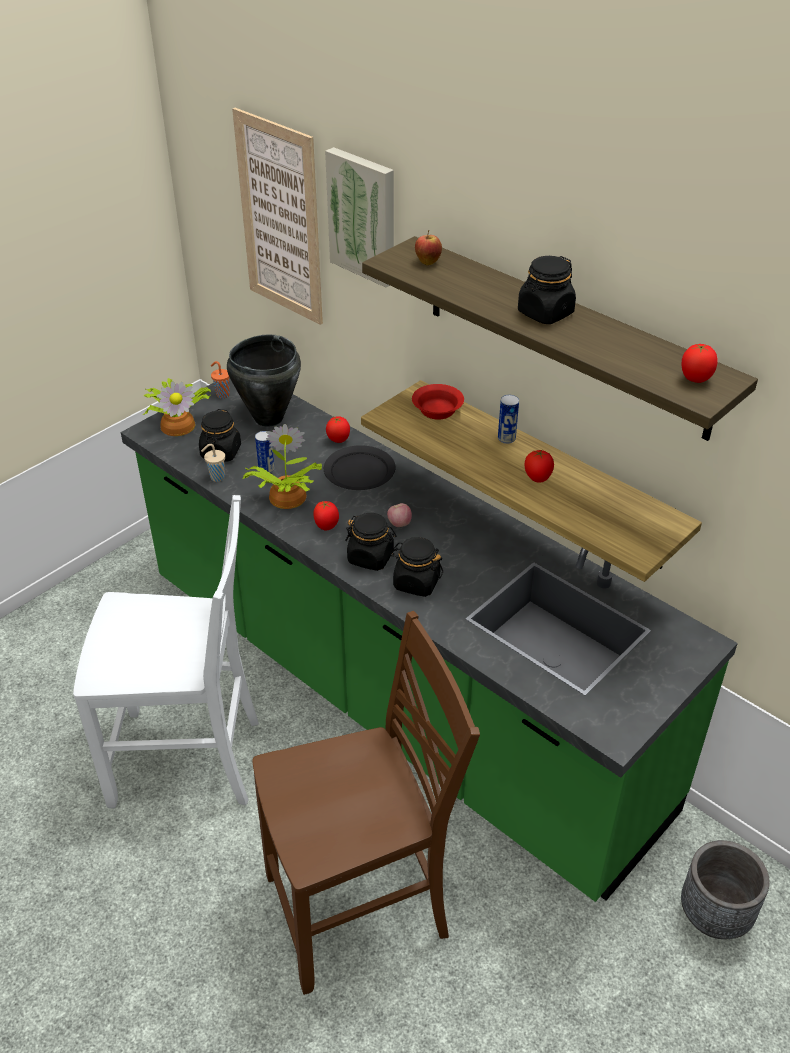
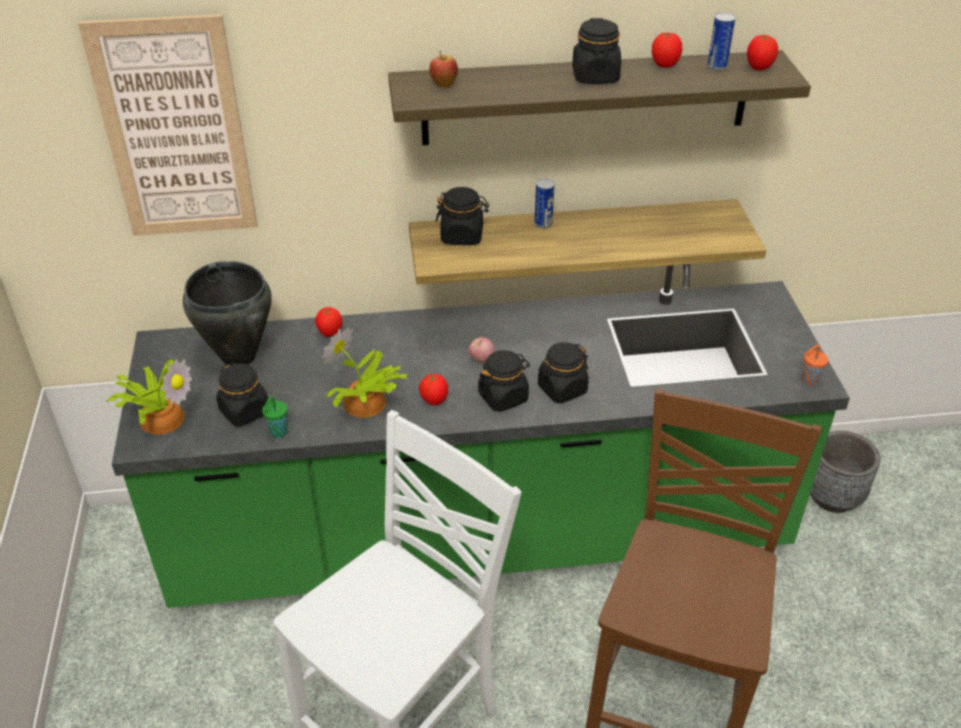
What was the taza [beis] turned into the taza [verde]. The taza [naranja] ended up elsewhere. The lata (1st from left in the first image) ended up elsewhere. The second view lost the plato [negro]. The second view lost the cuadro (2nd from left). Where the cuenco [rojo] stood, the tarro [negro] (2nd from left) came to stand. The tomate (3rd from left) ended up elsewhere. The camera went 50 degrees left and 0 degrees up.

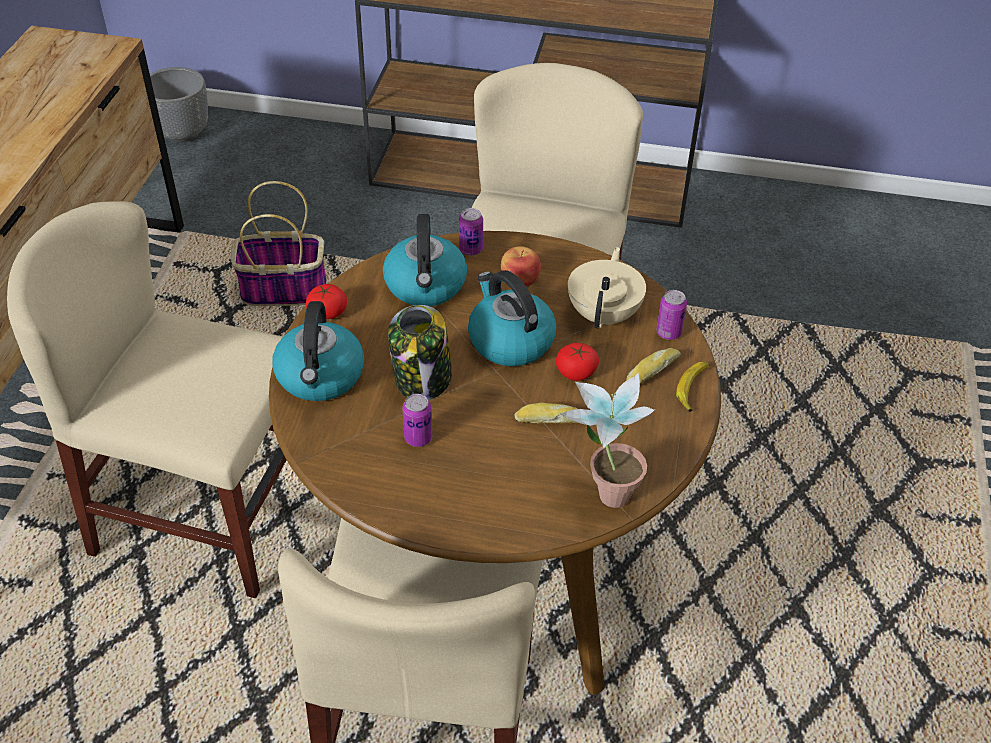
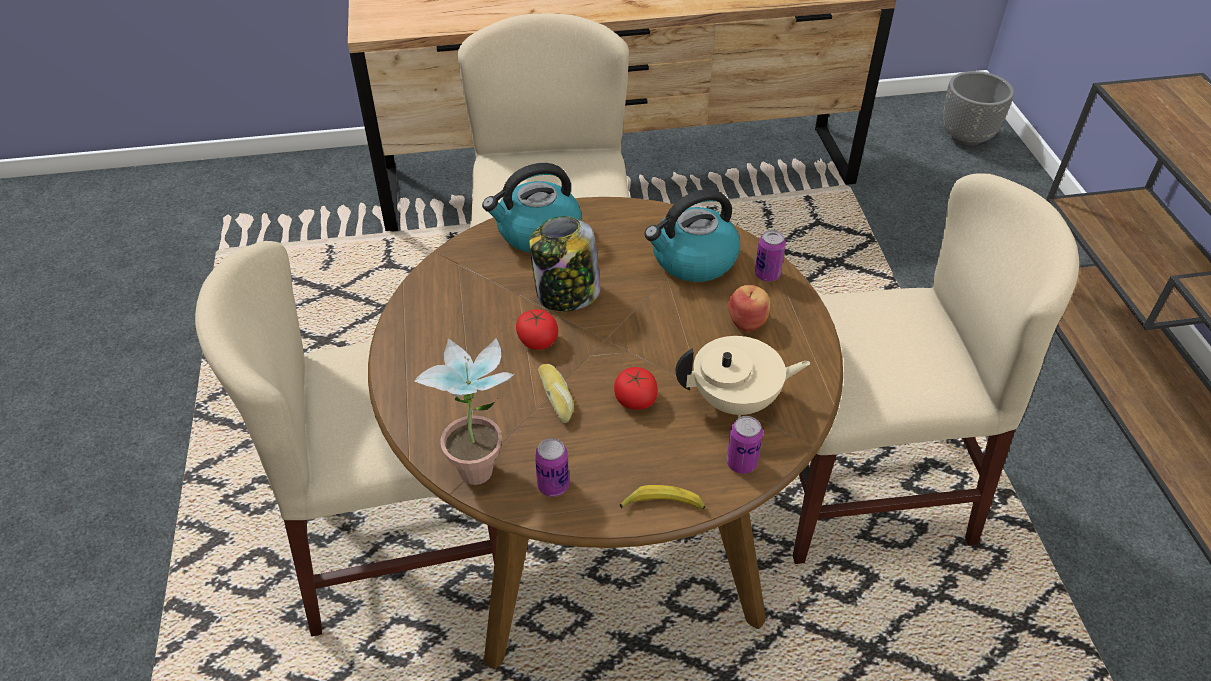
The second view lost the cesta. The tomate (1st from left) ended up elsewhere. The lata (1st from left) ended up elsewhere. The second view lost the hervidor (3rd from left). The second view lost the pan (2nd from left). The camera went 70 degrees right and 0 degrees up.

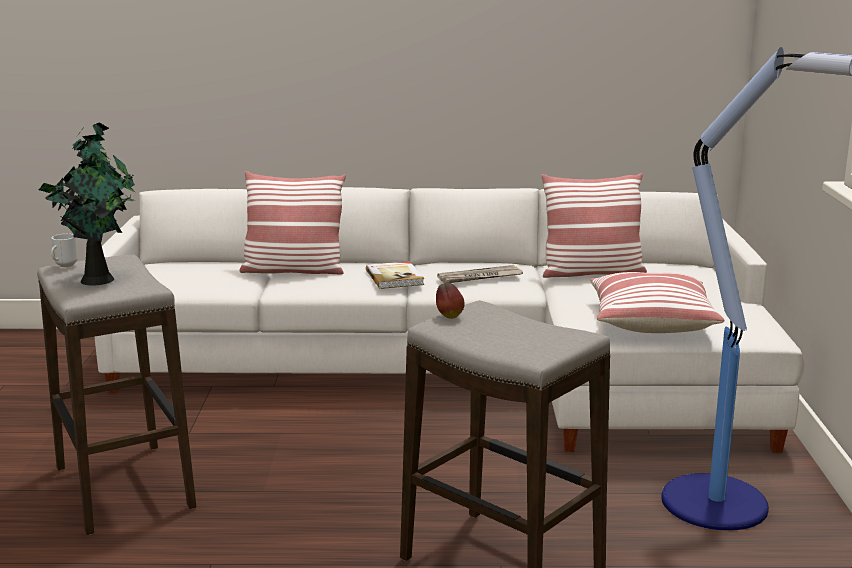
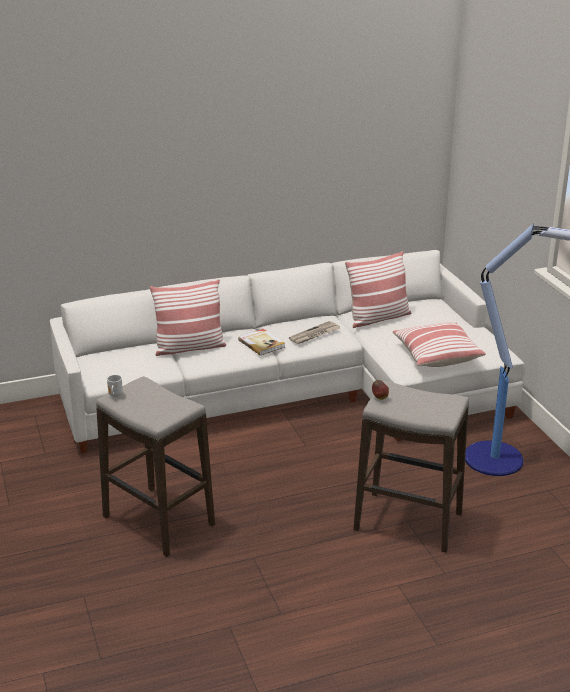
The second view lost the planta en maceta. The camera went 20 degrees left and 10 degrees up.

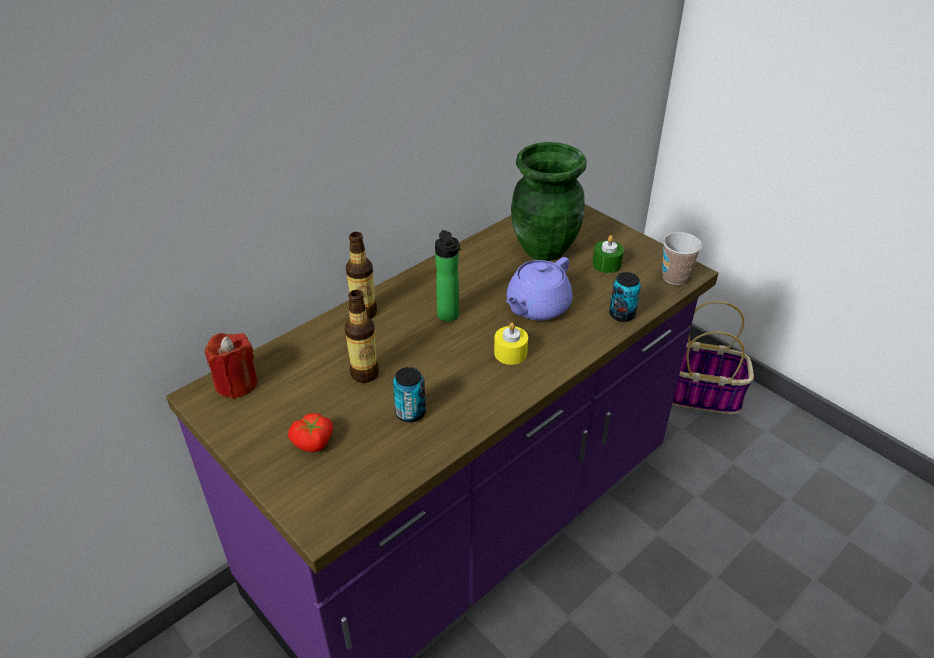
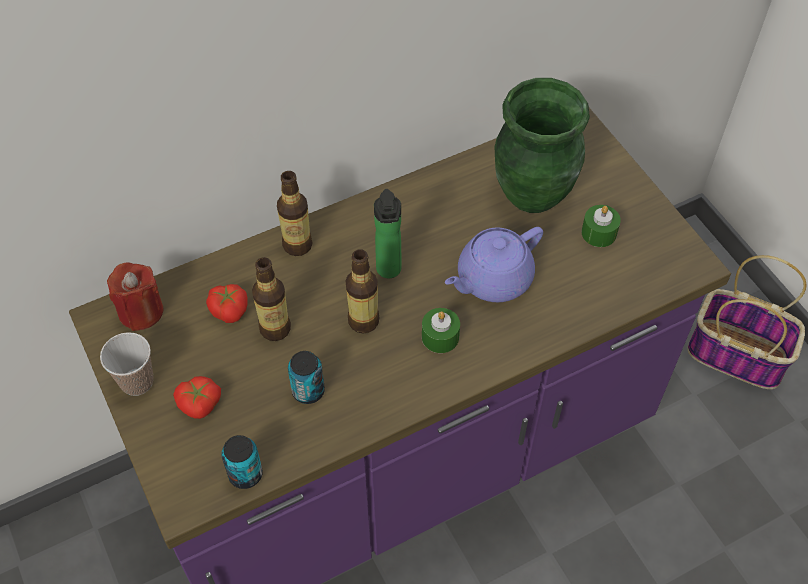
What was the vela [amarillo] turned into the vela [verde] (1st from left). The lata (2nd from left in the first image) ended up elsewhere. The taza ended up elsewhere. The second view gained the tomate (2nd from left). The second view gained the botella (3rd from left). The camera went 15 degrees right and 15 degrees up.

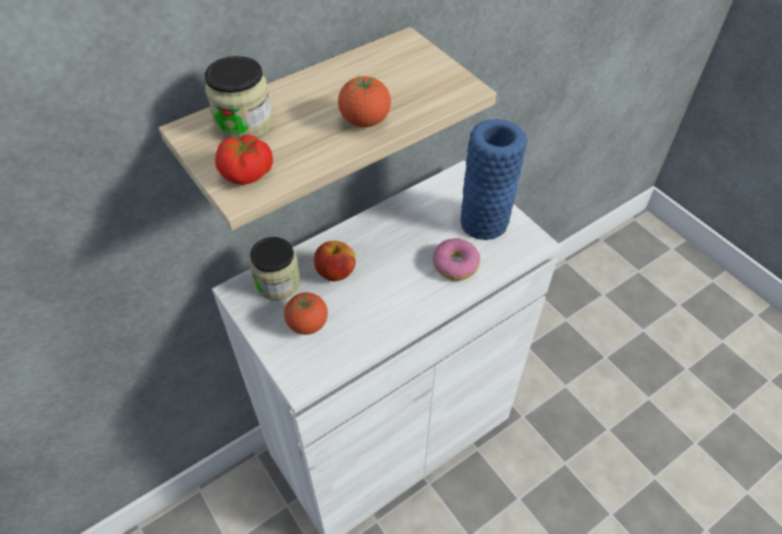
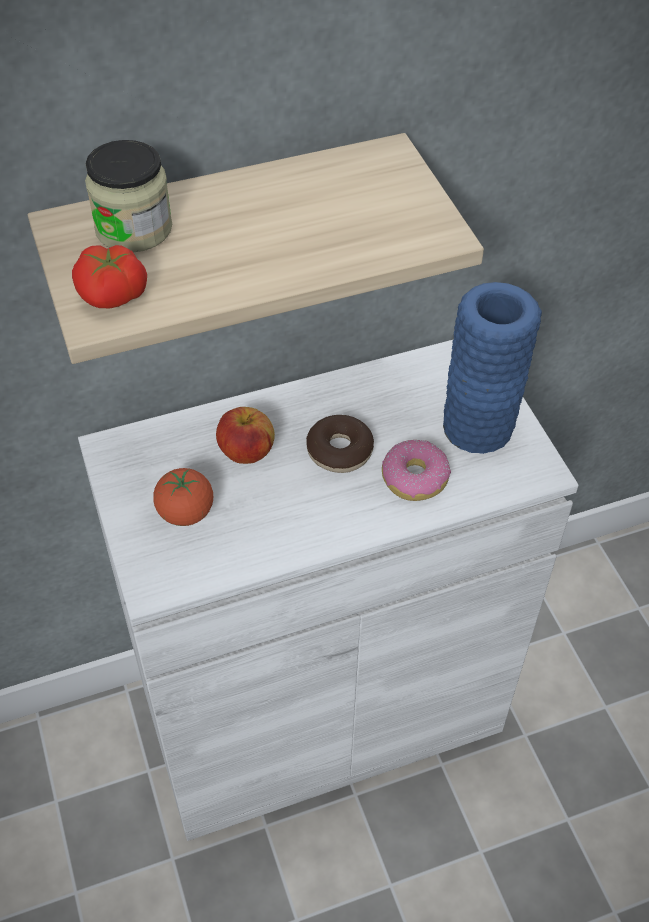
The second view lost the tarro (2nd from left). The second view lost the tomate (3rd from left). The second view gained the rosquilla (1st from left). The camera went 15 degrees right and 0 degrees up.

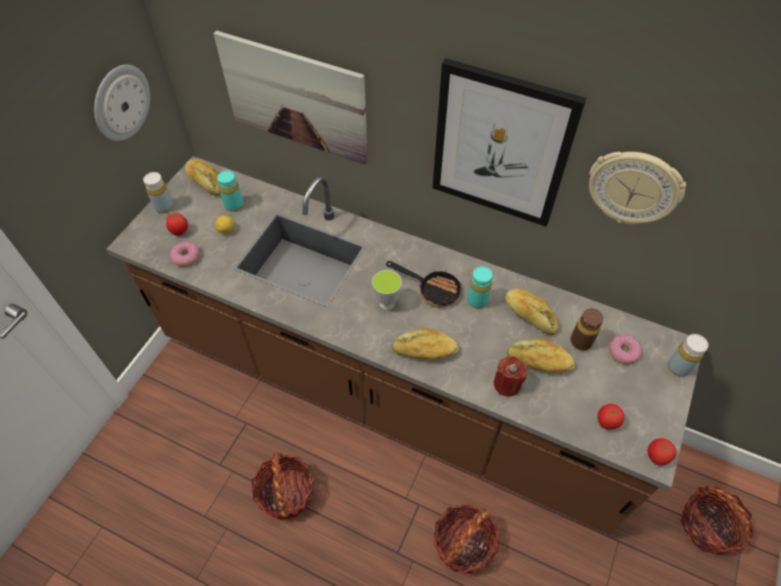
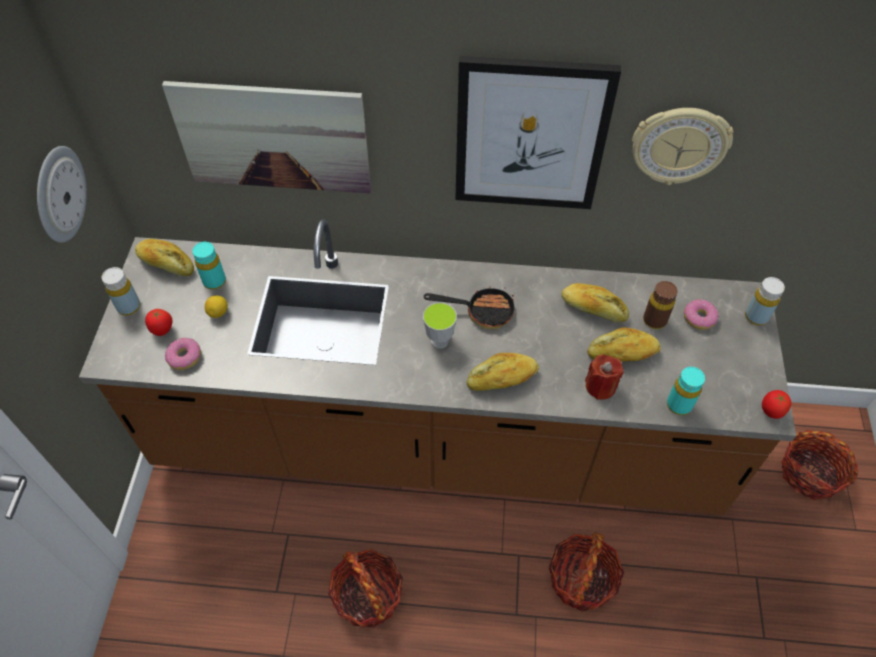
The botella [turquesa] (2nd from left) ended up elsewhere. The second view lost the tomate (2nd from left). The camera went 20 degrees left and 0 degrees up.

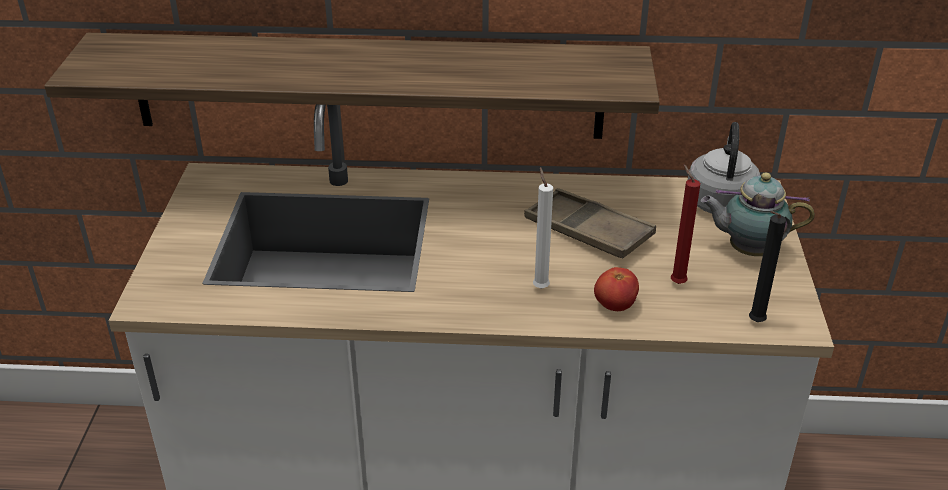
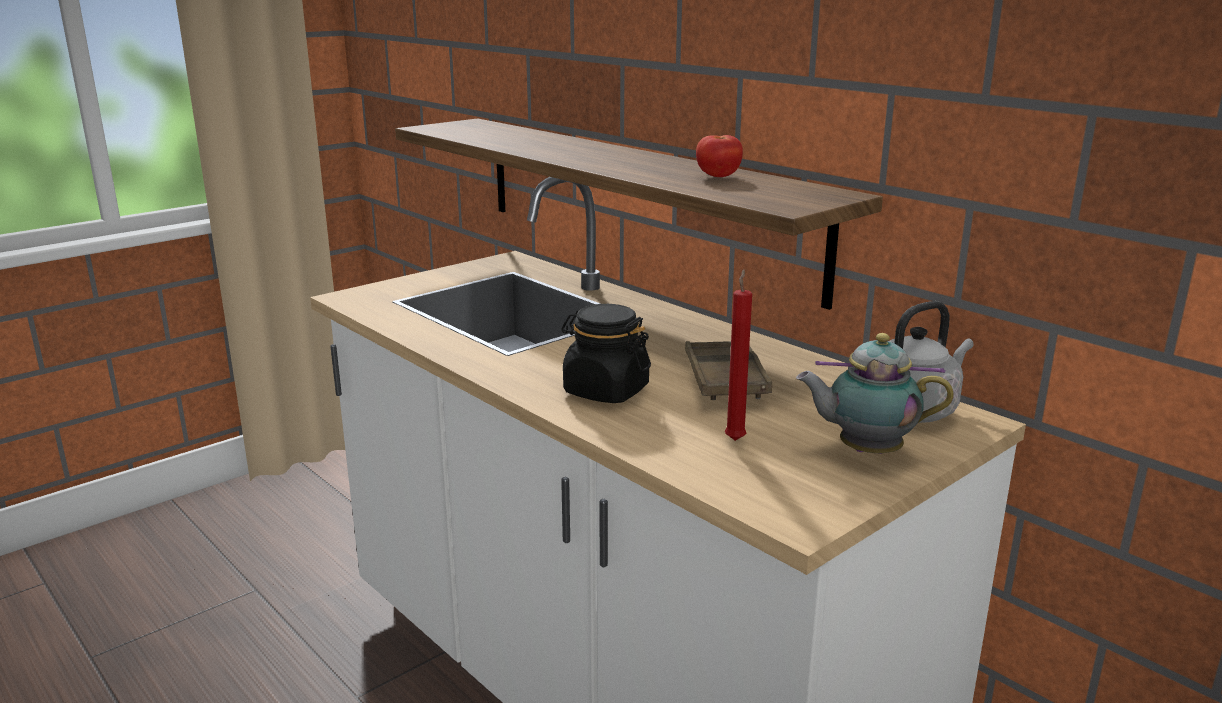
Where the vela [blanco] stood, the tarro [negro] came to stand. The tomate ended up elsewhere. The tetera ended up facing another way, 45 degrees counterclockwise from before. The second view lost the vela [negro]. The camera went 45 degrees right and 15 degrees down.

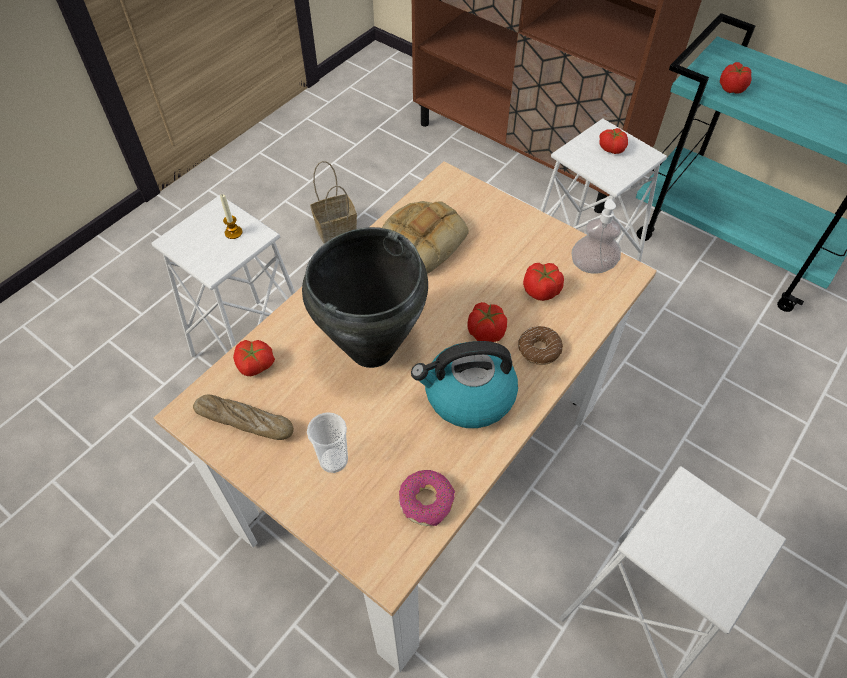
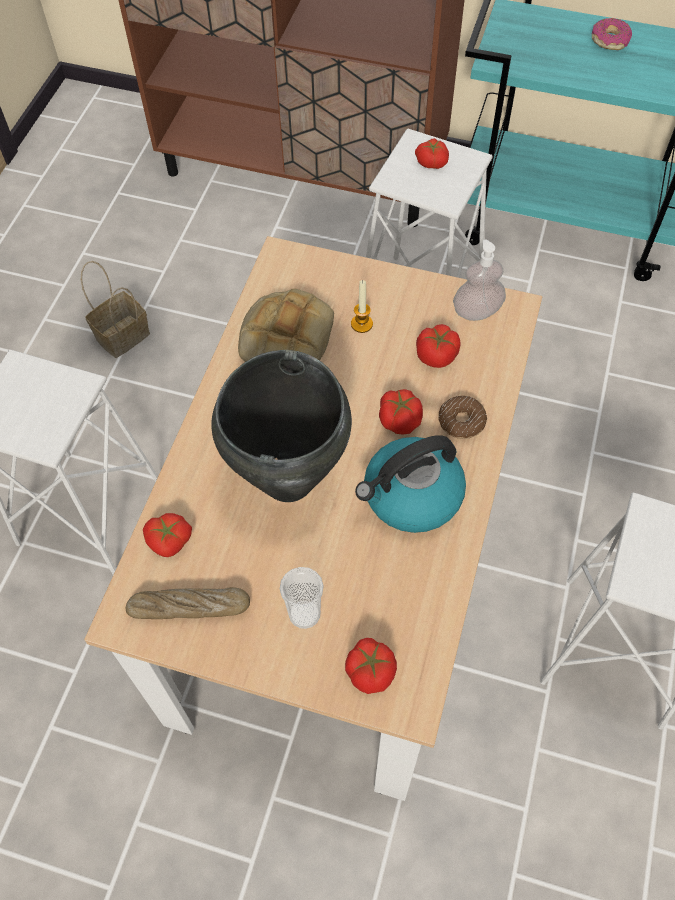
The vela ended up elsewhere. The rosquilla (1st from left in the first image) ended up elsewhere. The tomate (5th from left in the first image) ended up elsewhere. The camera went 20 degrees left and 5 degrees up.

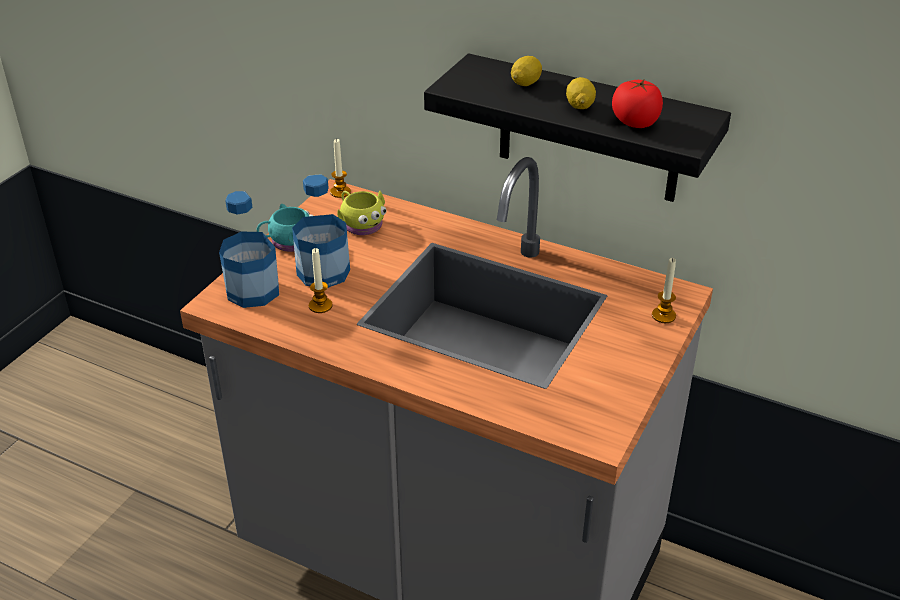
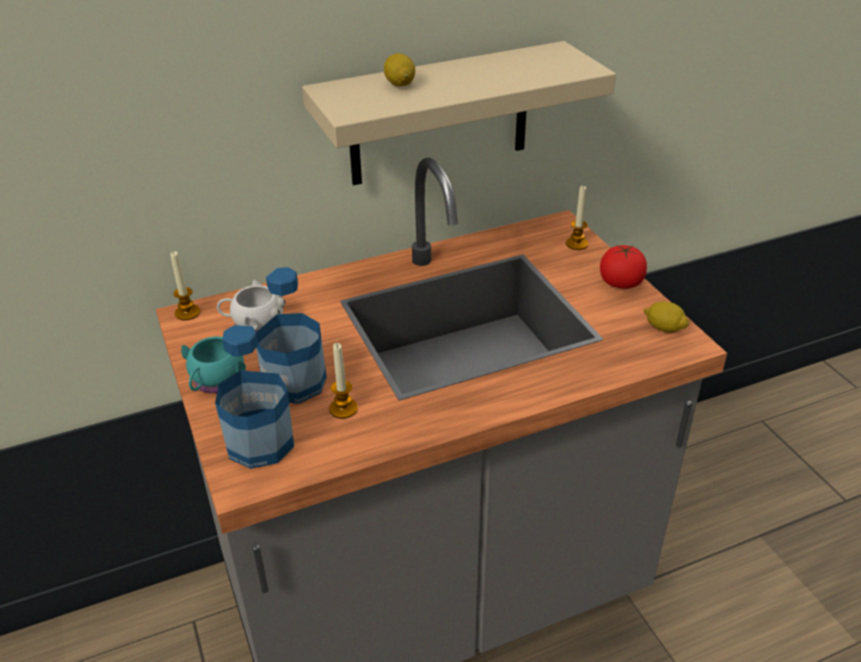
What was the taza grande [amarillo] turned into the taza grande [blanco]. What was the estante [negro] turned into the estante [beis]. The limón (2nd from left) ended up elsewhere. The tomate ended up elsewhere. The camera went 50 degrees left and 0 degrees up.

